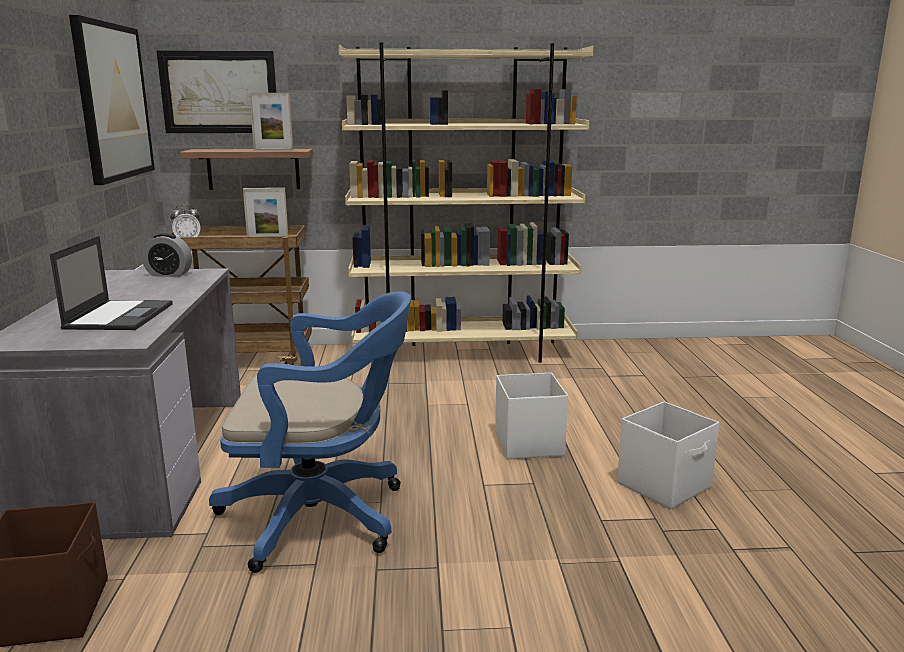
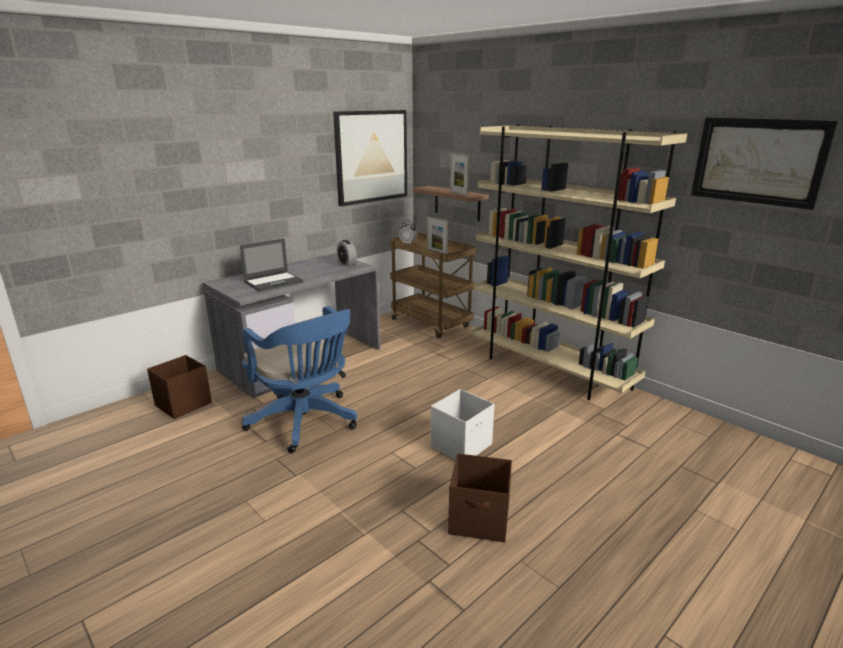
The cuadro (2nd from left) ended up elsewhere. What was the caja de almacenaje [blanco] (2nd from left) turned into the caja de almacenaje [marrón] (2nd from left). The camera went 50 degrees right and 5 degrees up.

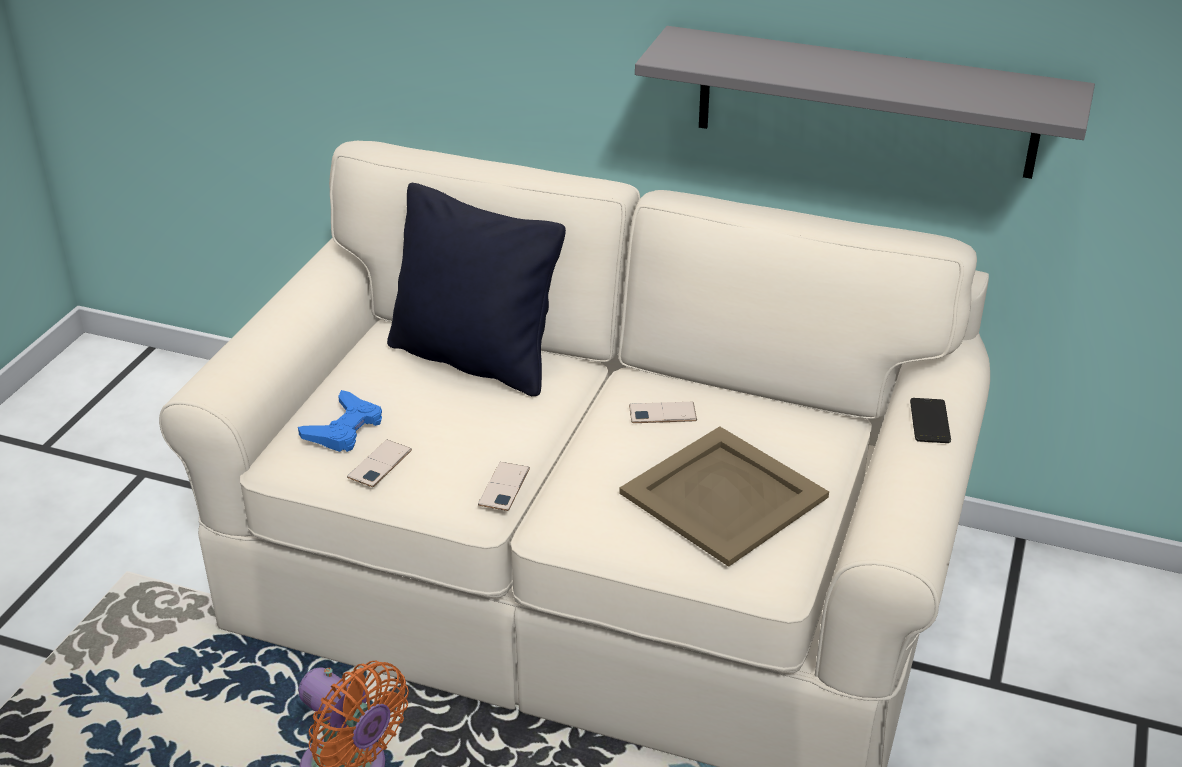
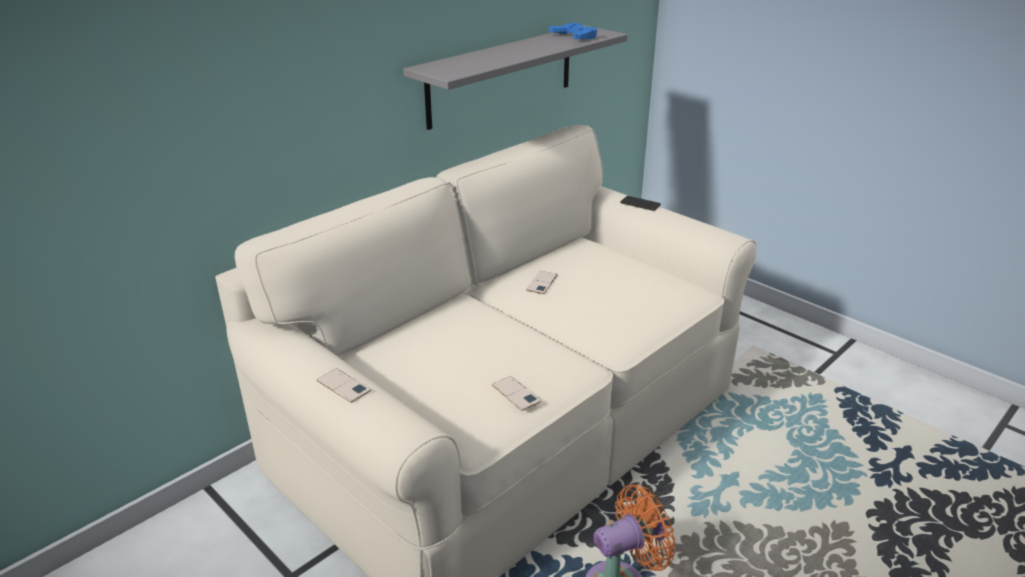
The mando de consola [azul] ended up elsewhere. The second view lost the cojín [negro]. The móvil (2nd from left in the first image) ended up elsewhere. The second view lost the bandeja [beis]. The camera went 65 degrees left and 5 degrees down.

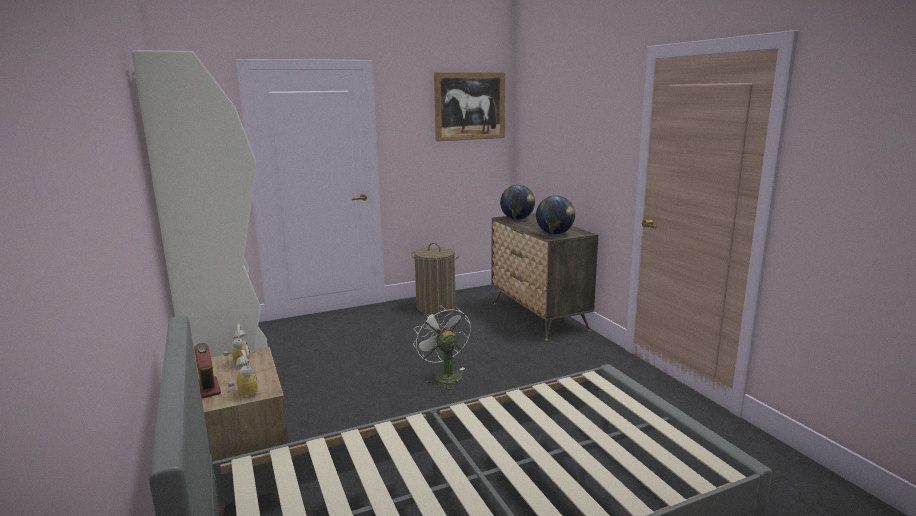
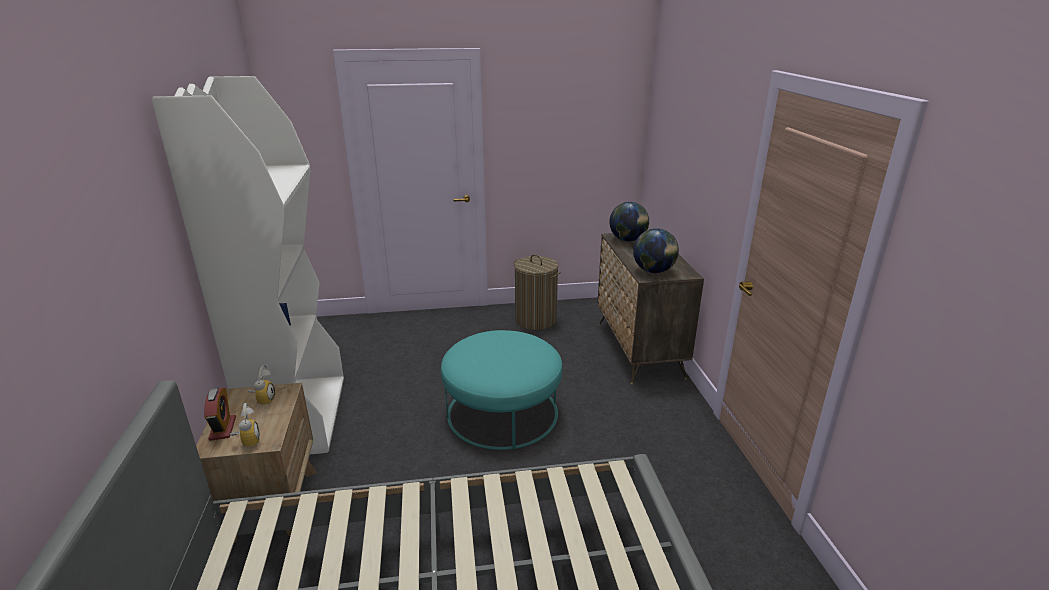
Where the ventilador [blanco] stood, the puf [turquesa] came to stand. The second view lost the cuadro. The camera went 15 degrees right and 10 degrees up.

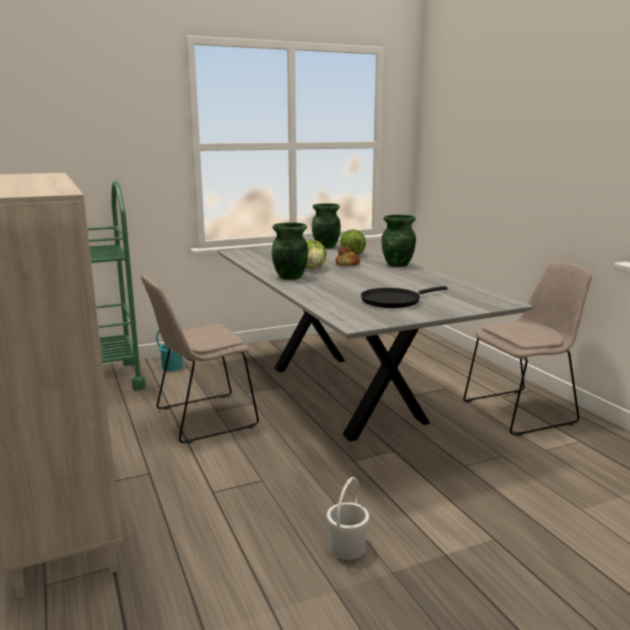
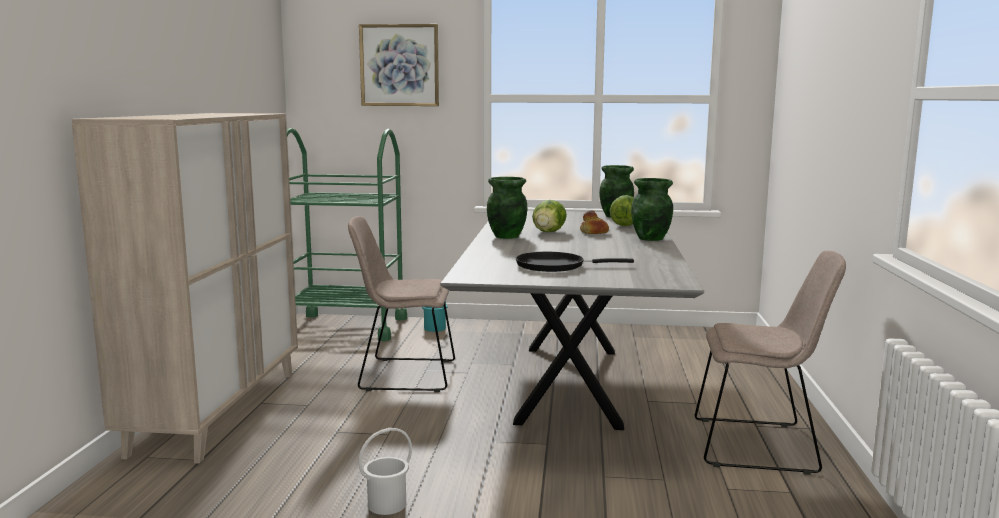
The second view gained the cuadro. The camera went 30 degrees right and 5 degrees down.

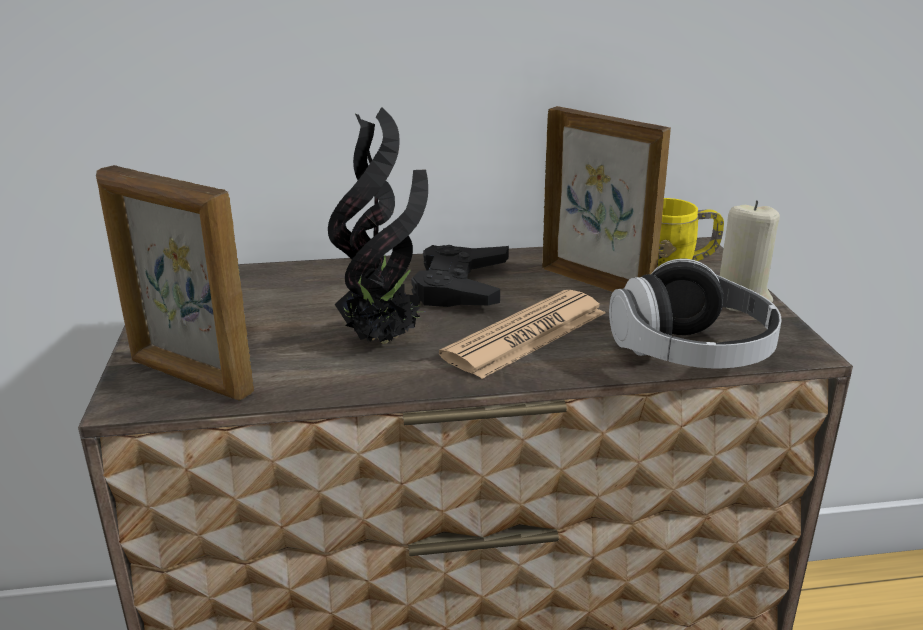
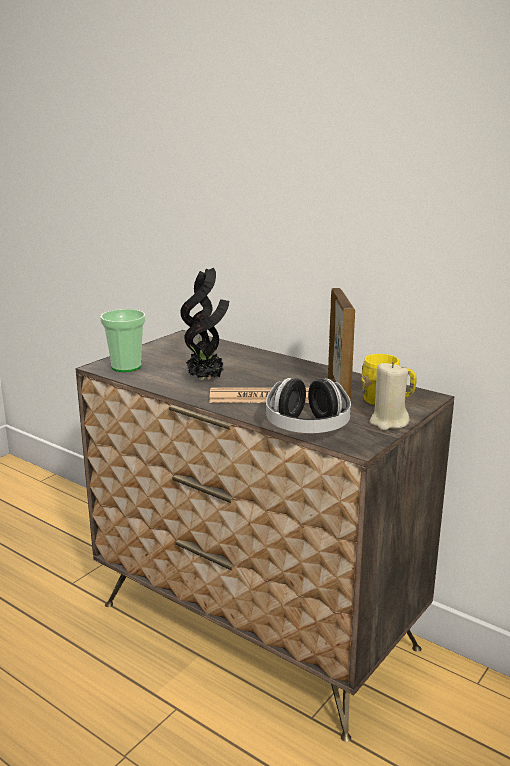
Where the portarretratos (1st from left) stood, the taza came to stand. The second view lost the mando de consola [negro]. The camera went 45 degrees right and 5 degrees down.

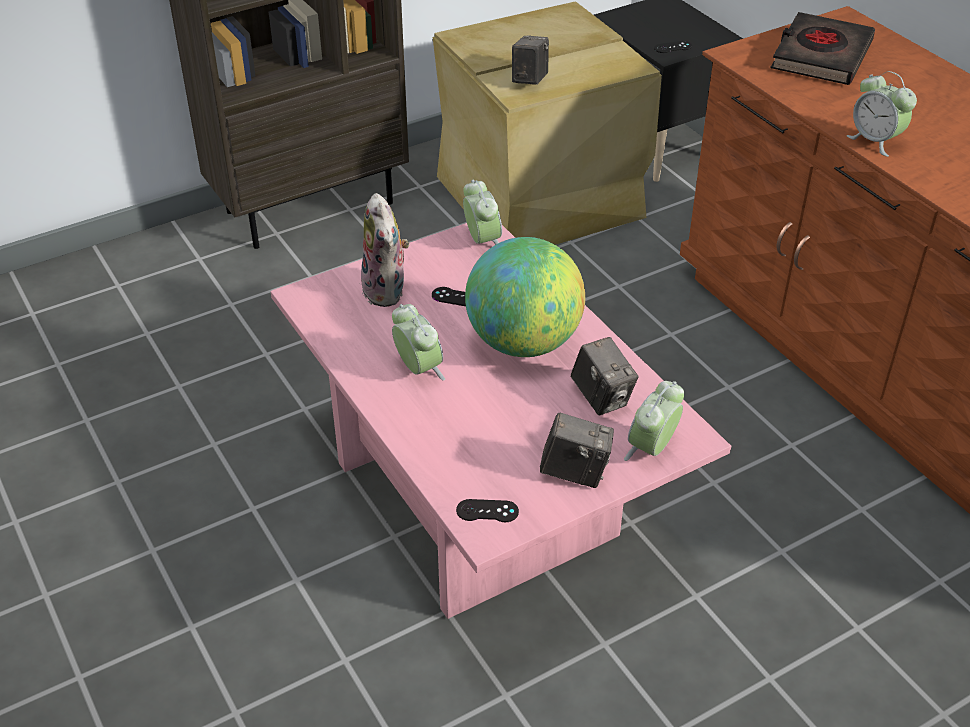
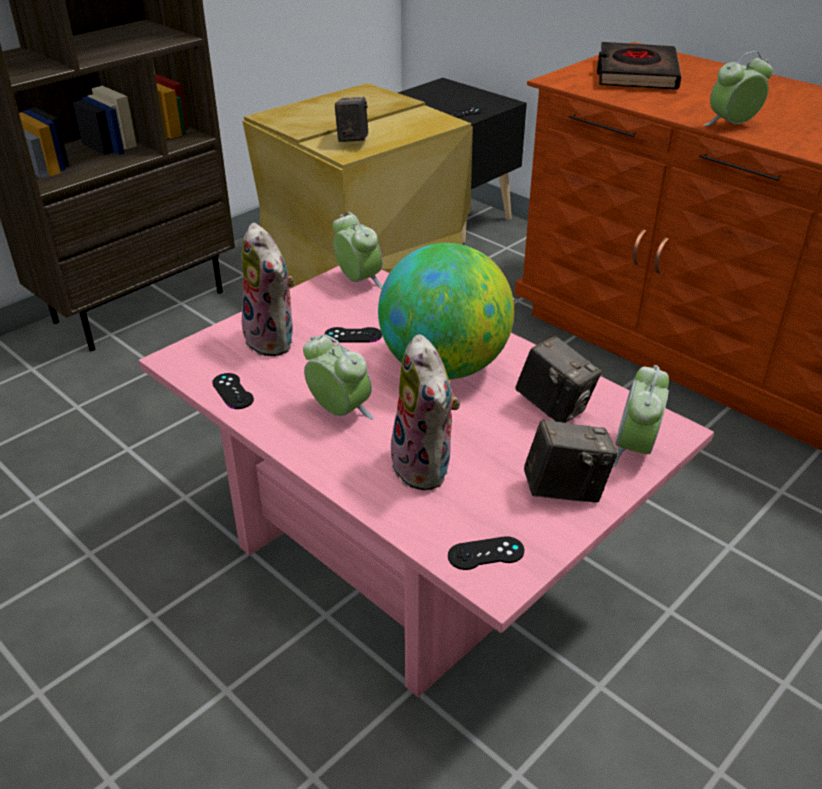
The despertador (4th from left) ended up facing another way, 120 degrees clockwise from before. The second view gained the mando de consola [negro] (1st from left). The second view gained the peluche (2nd from left). The camera went 15 degrees left and 5 degrees down.

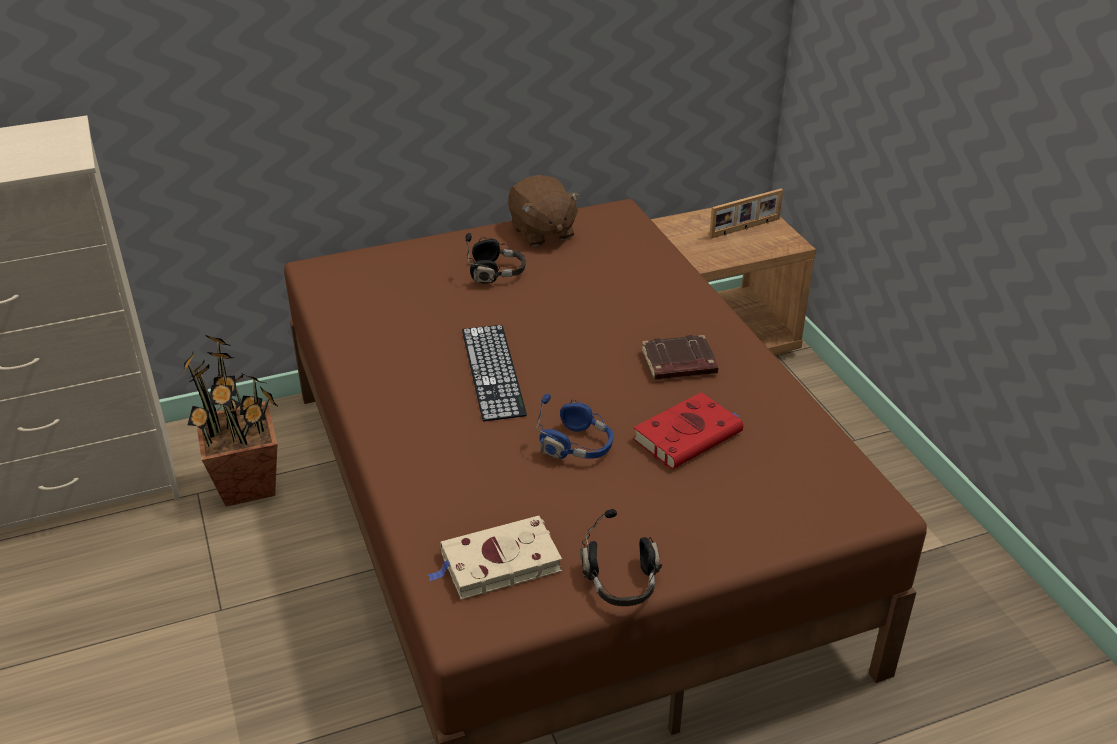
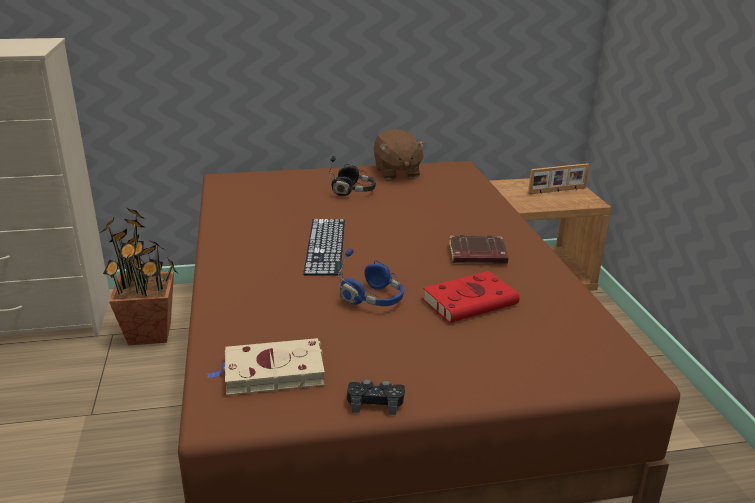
Where the auriculares [negro] (2nd from left) stood, the mando de consola [negro] came to stand. The camera went 10 degrees right and 10 degrees down.

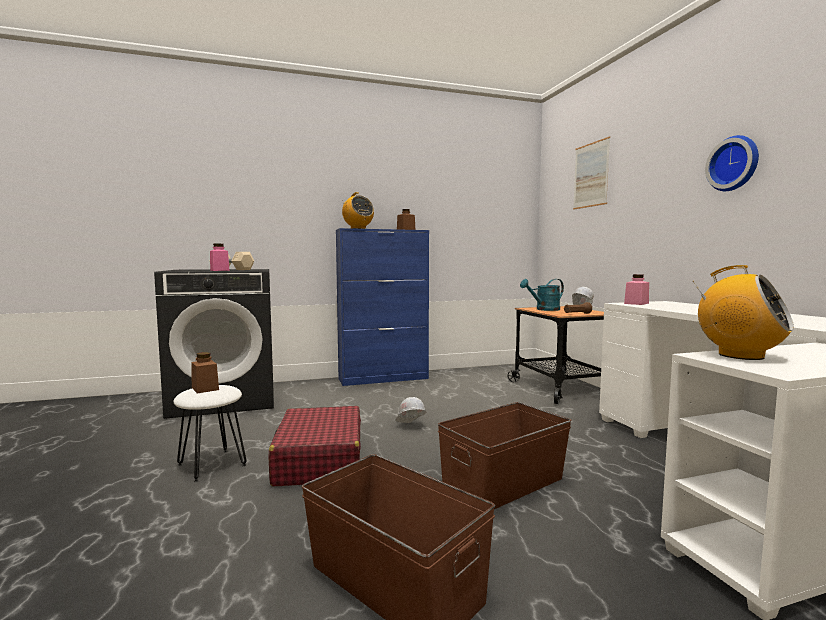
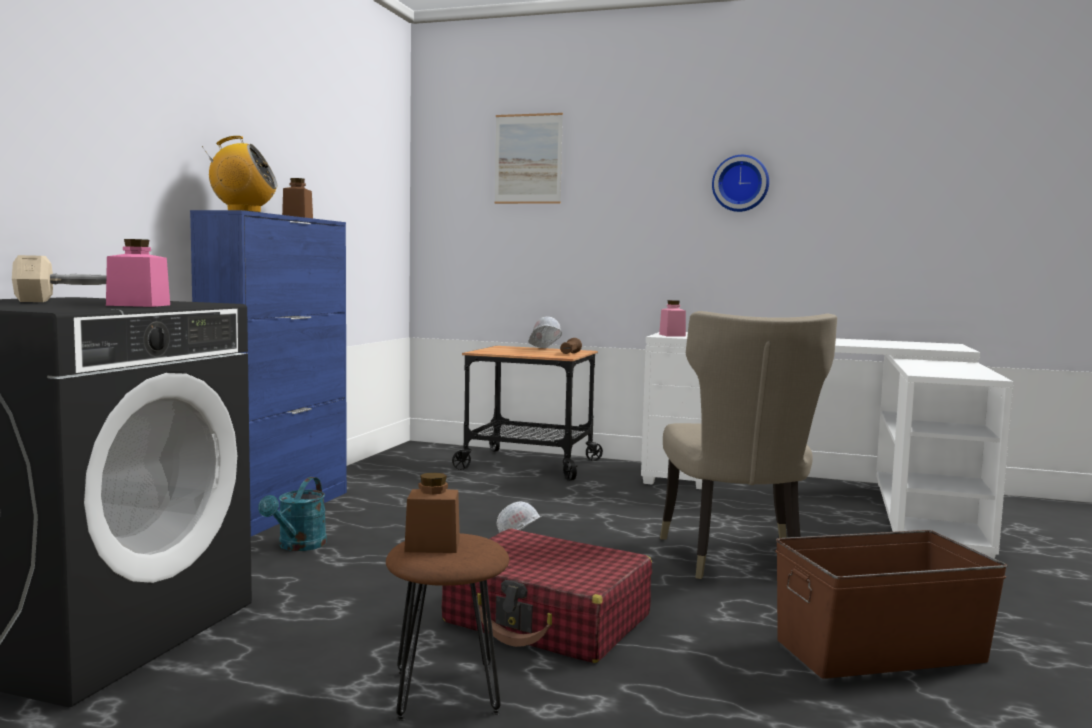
What was the taburete [blanco] turned into the taburete [marrón]. Where the caja de almacenaje [marrón] (2nd from left) stood, the silla [beis] came to stand. The regadera [turquesa] ended up elsewhere. The second view lost the radio (2nd from left). The camera went 55 degrees left and 0 degrees up.

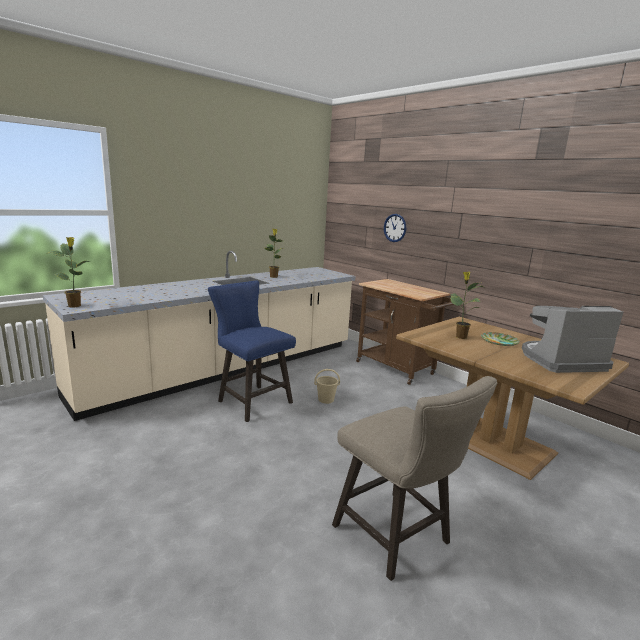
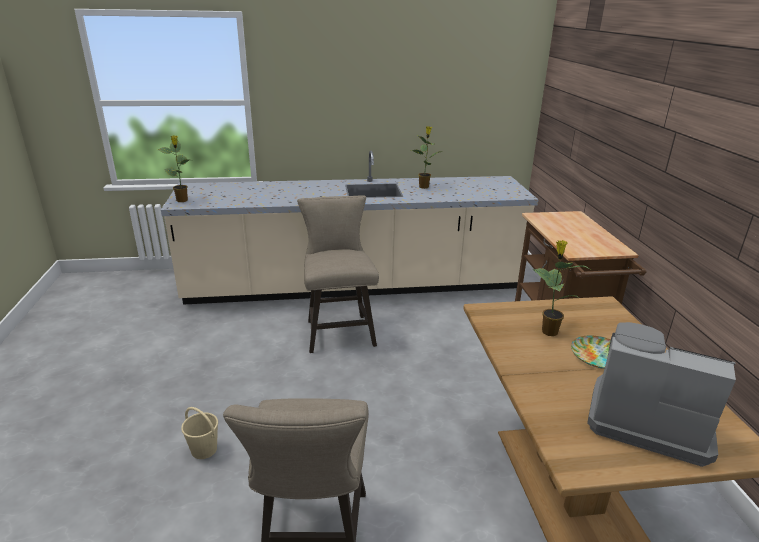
What was the taburete [azul] turned into the taburete [beis] (2nd from left). The cubo [beis] ended up elsewhere. The second view lost the reloj de pared. The camera went 35 degrees right and 10 degrees up.

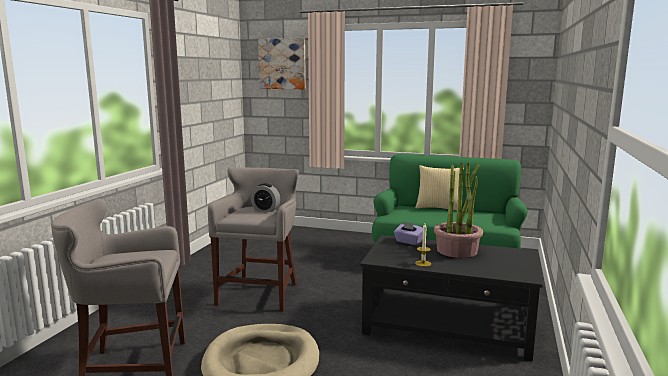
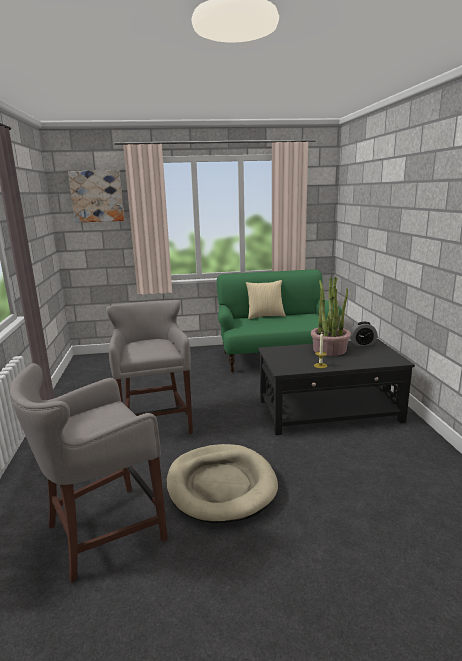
The despertador ended up elsewhere. The second view lost the caja de pañuelos [morado]. The camera went 25 degrees left and 5 degrees up.

